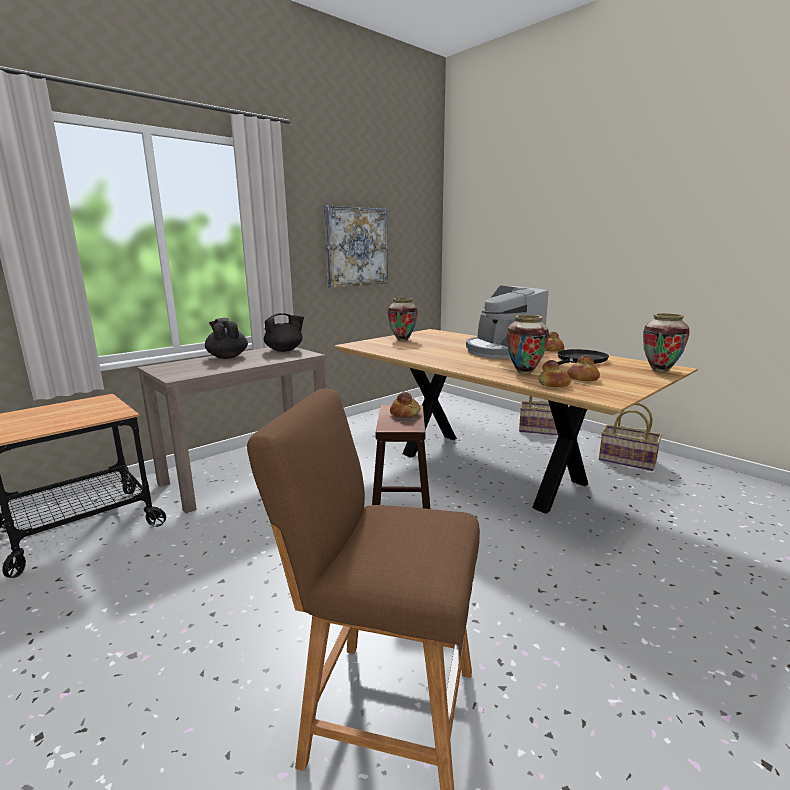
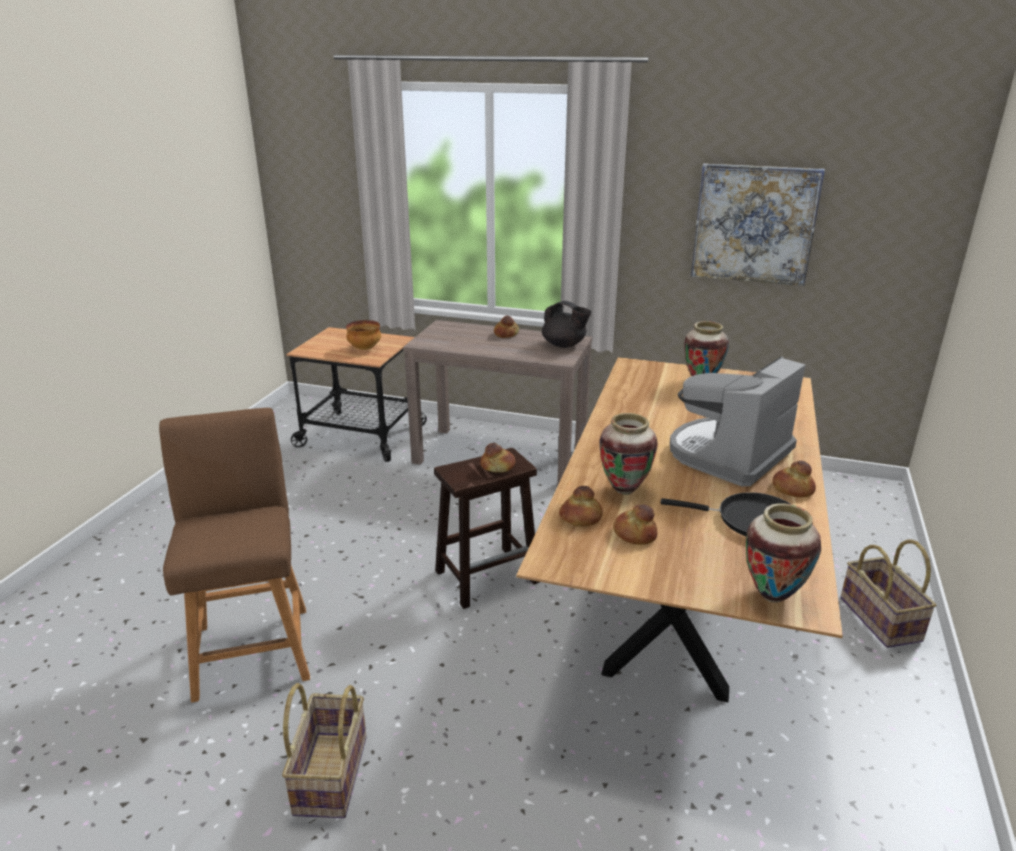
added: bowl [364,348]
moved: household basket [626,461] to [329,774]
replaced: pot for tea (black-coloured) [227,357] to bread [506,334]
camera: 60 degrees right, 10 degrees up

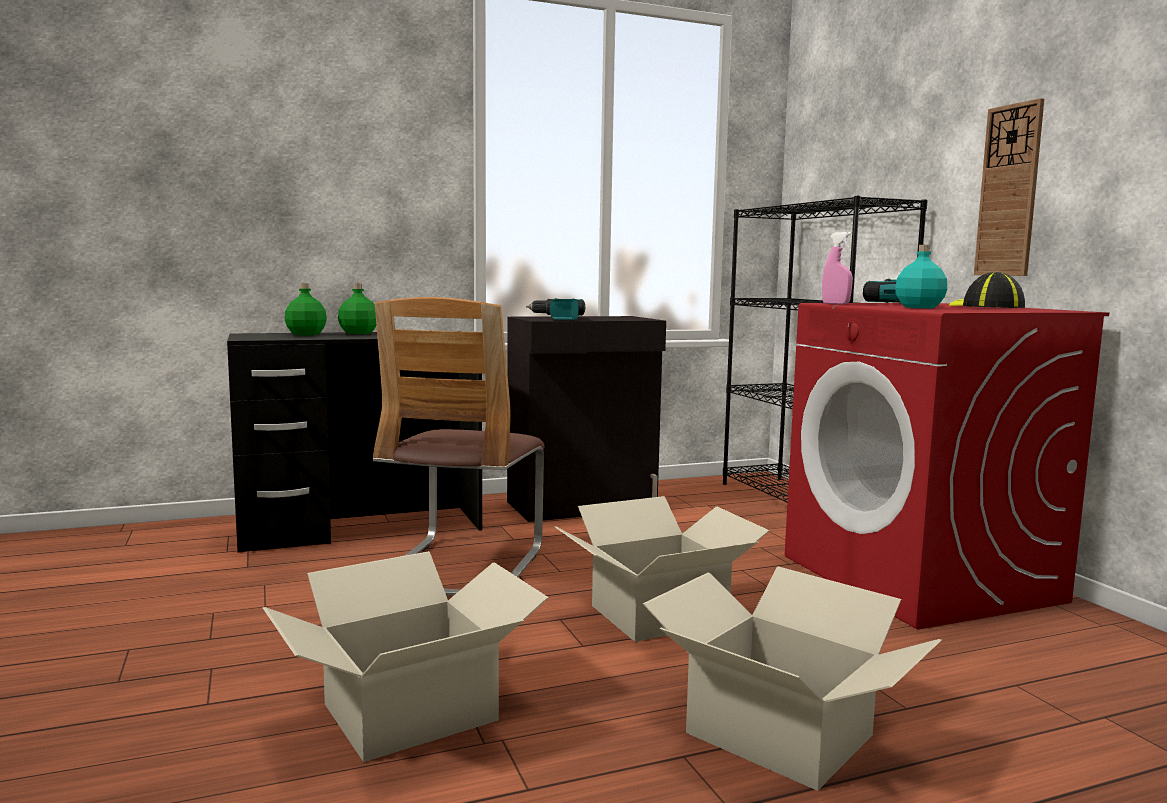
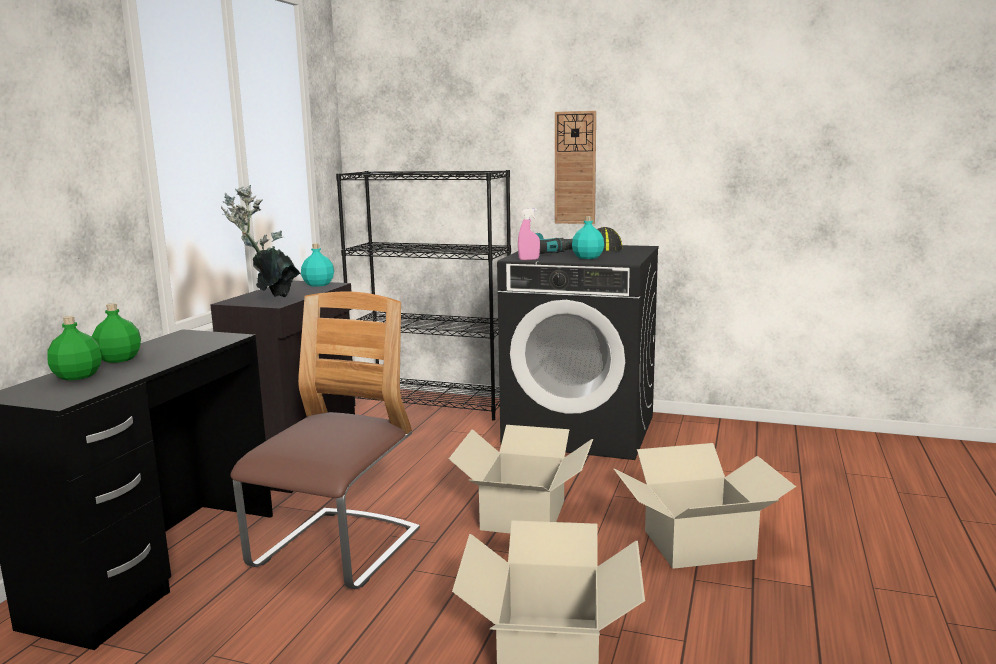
added: bottle (turquoise-coloured) [319,284]
replaced: power drill [557,318] to houseplant [269,298]
recoloured: washing machine (red-coloured) [920,579] to washing machine (black-coloured) [581,430]
turned: plain chair [462,567] = [337,551] 120 degrees counterclockwise
camera: 50 degrees left, 5 degrees up

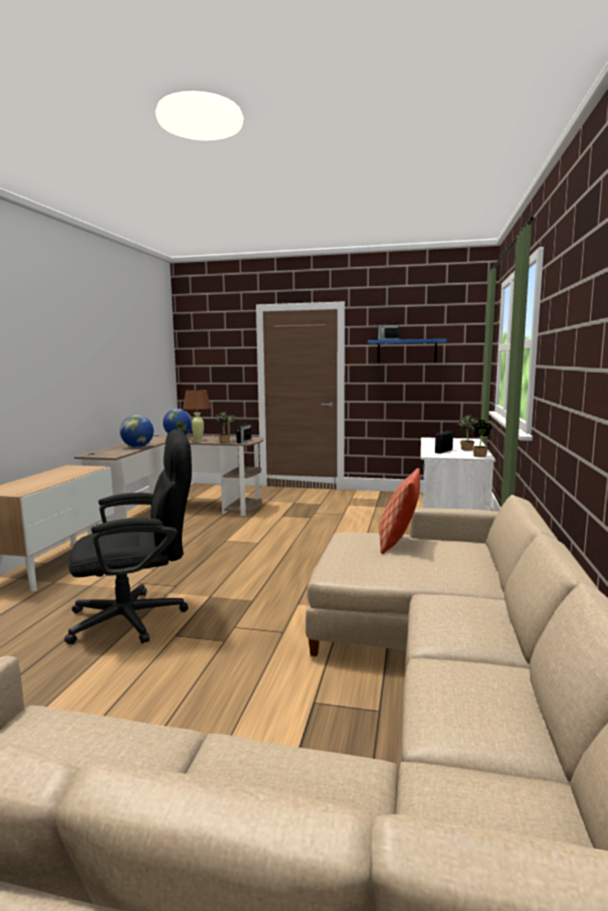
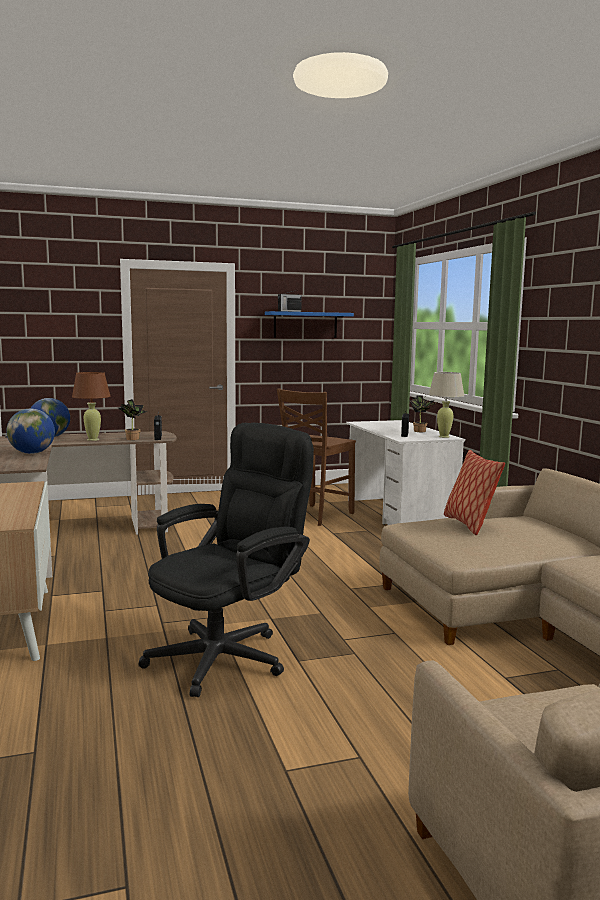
added: plain chair (brownish) [315,516]
replaced: houseplant [477,455] to tabletop lamp (beige) [444,436]
camera: 30 degrees left, 0 degrees up

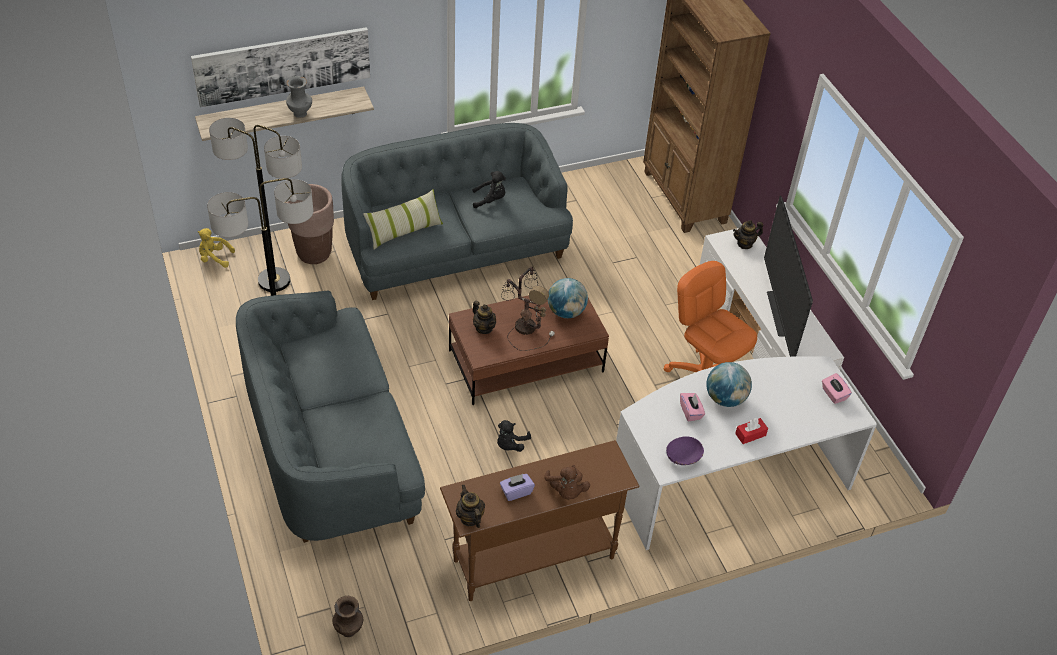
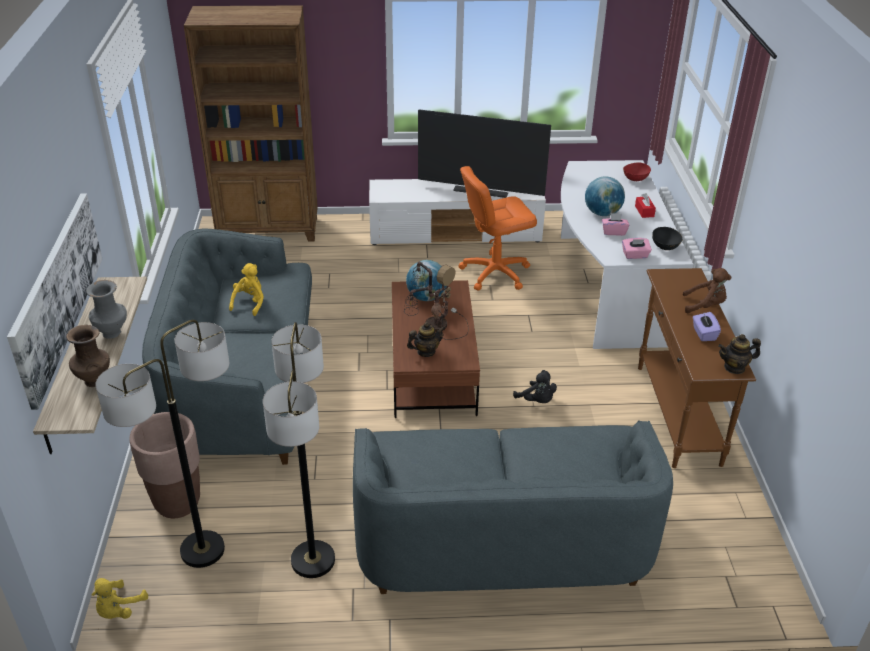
removed: pillow [404,231]; pot for tea [745,244]
added: bowl (red-coloured) [635,178]
moved: vase (brownish) [349,629] to [94,380]; box of tissues (pink) [833,394] to [635,255]
recoloured: cuddly toy (black-coloured) [490,200] to cuddly toy (yellow) [249,303]; bowl (purple) [683,458] to bowl (black-coloured) [665,246]
camera: 70 degrees left, 10 degrees down

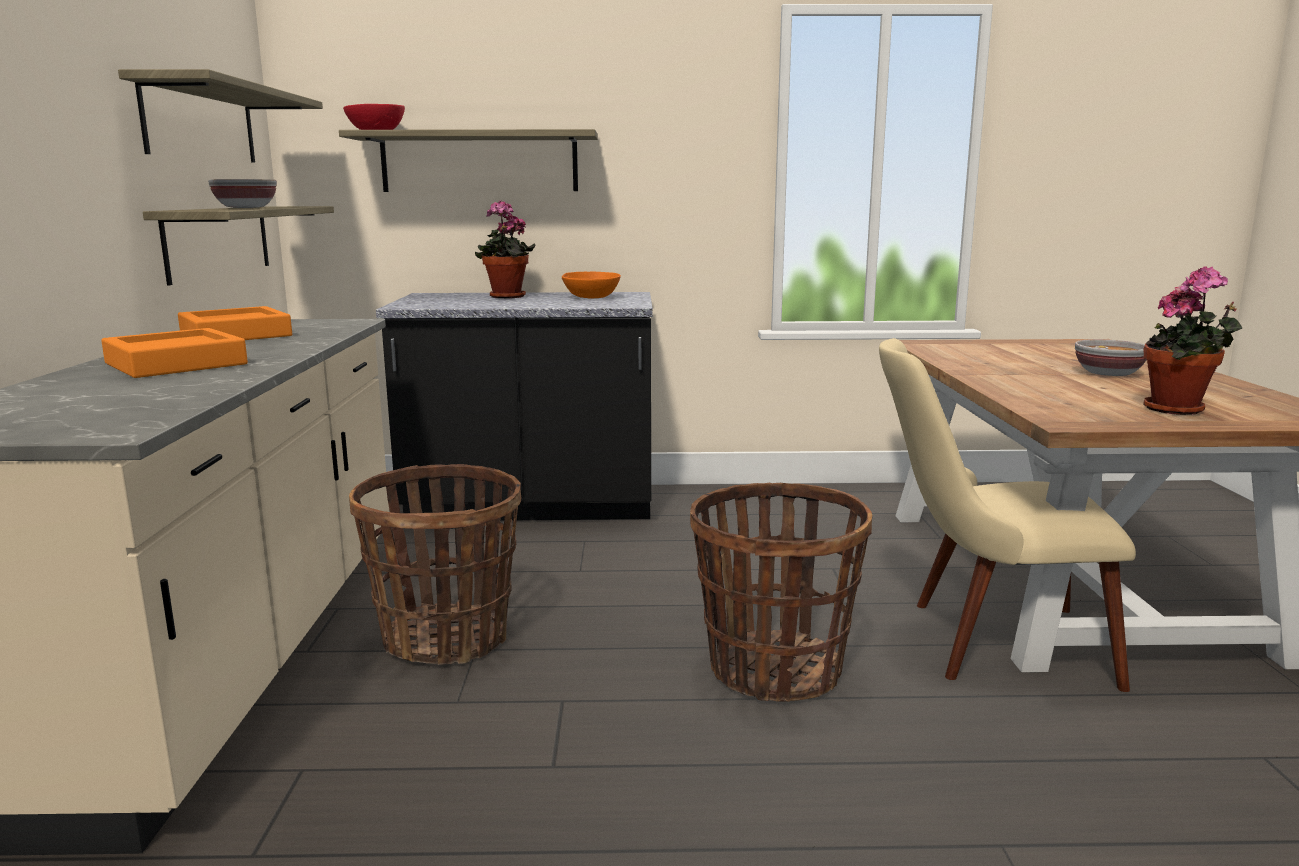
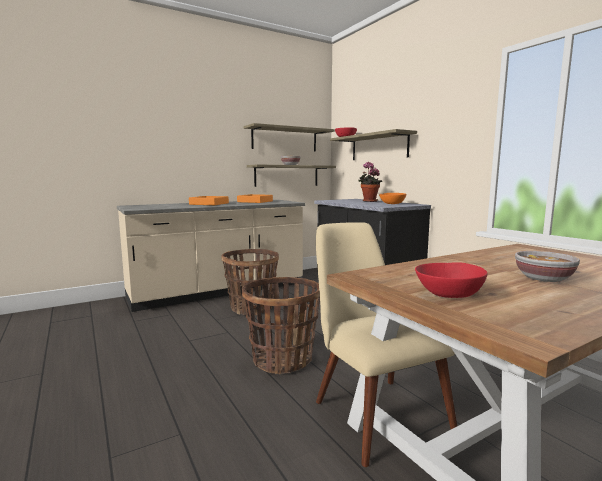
replaced: houseplant [1179,410] to bowl (red-coloured) [448,294]
camera: 60 degrees right, 5 degrees down

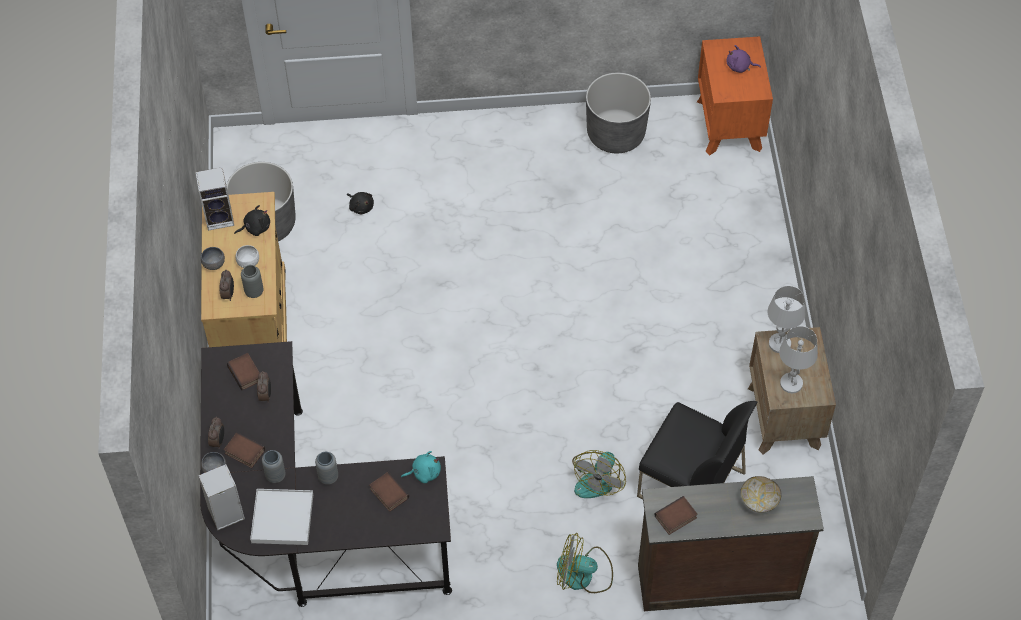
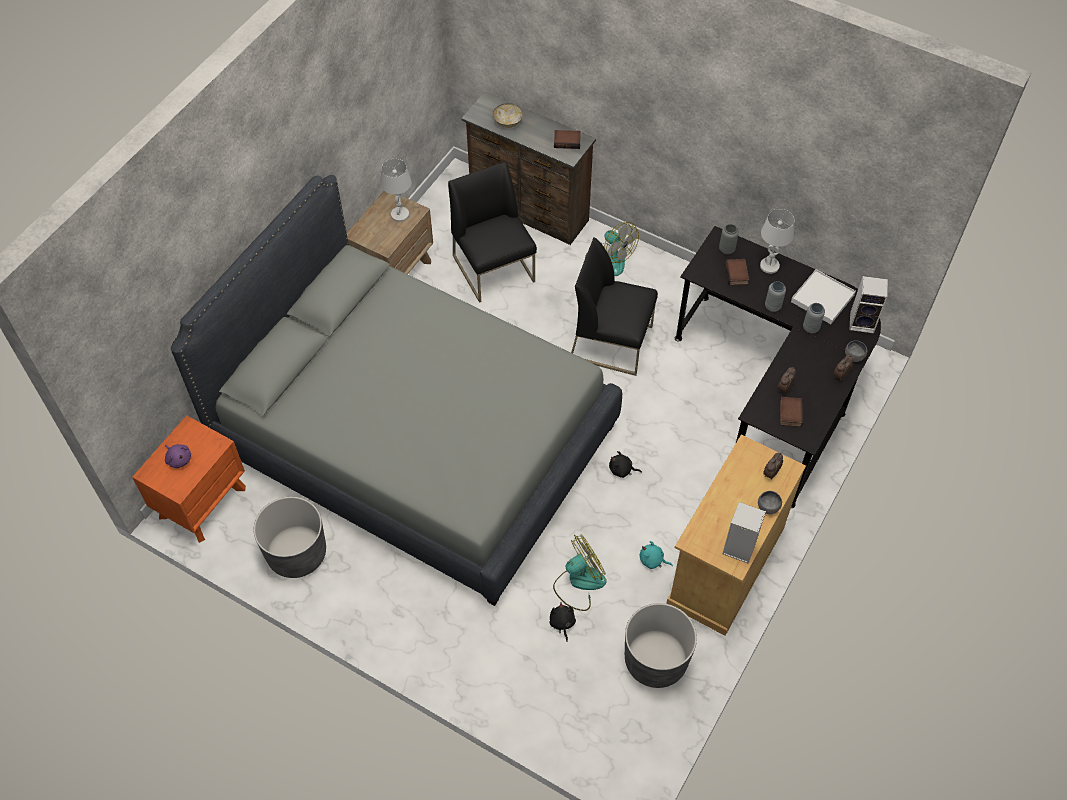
removed: bound book [243,452]; bowl (white) [248,262]
added: bed (grey) [416,439]; plain chair (black-coloured) [612,342]
moved: cuddly toy (black-coloured) [255,227] to [622,470]; vase (grey) [254,292] to [726,249]; cuddly toy (turquoise-coloured) [424,472] to [653,560]; fan [598,478] to [579,582]; tabletop lamp (white) [779,344] to [769,266]
camera: 145 degrees left, 0 degrees up

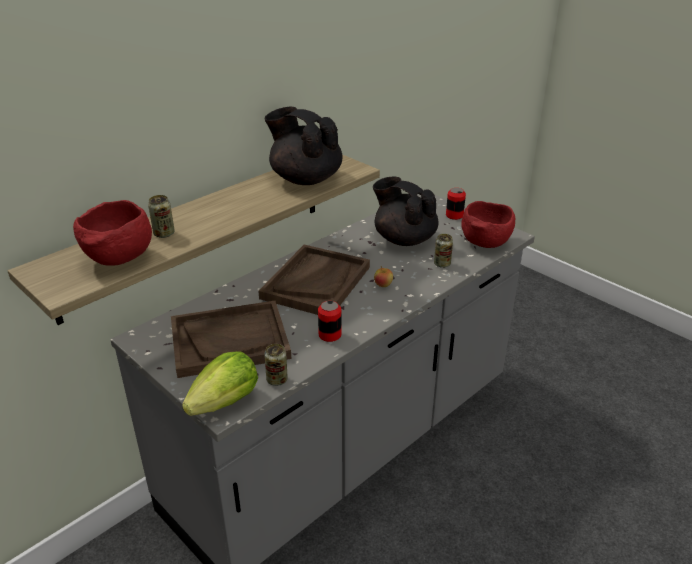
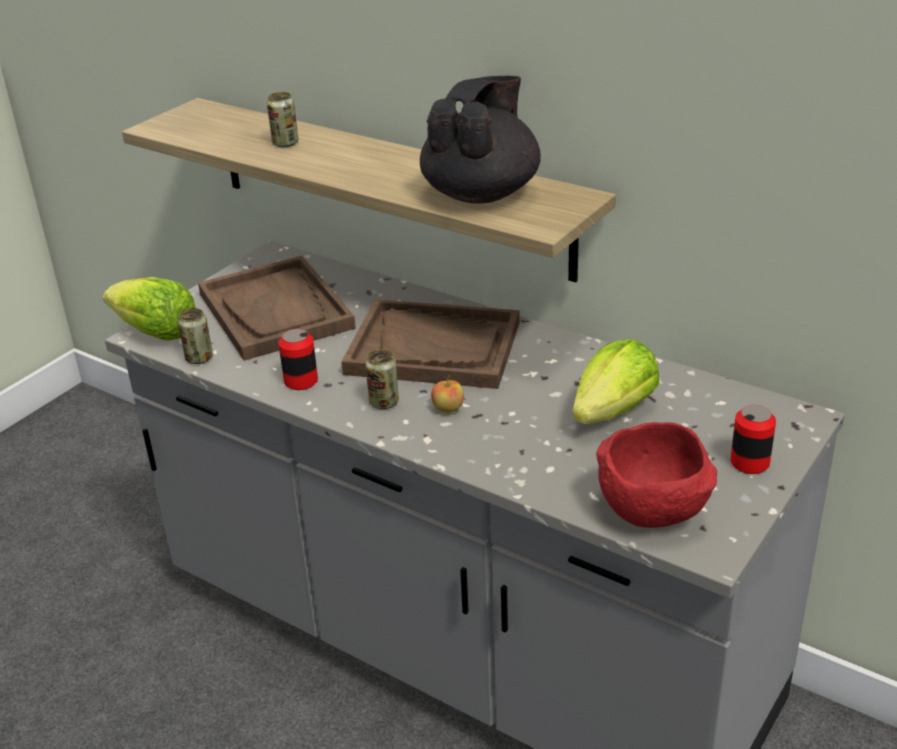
removed: bowl (red-coloured) [119,260]
moved: sealed can [442,264] to [384,402]
replaced: pot for tea (black-coloured) [404,239] to lettuce [614,412]
camera: 80 degrees right, 0 degrees up

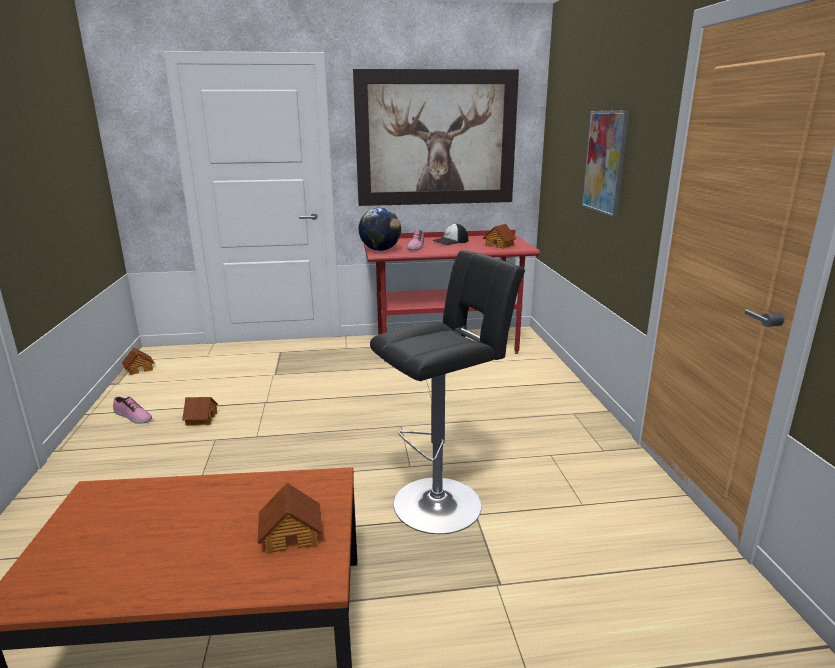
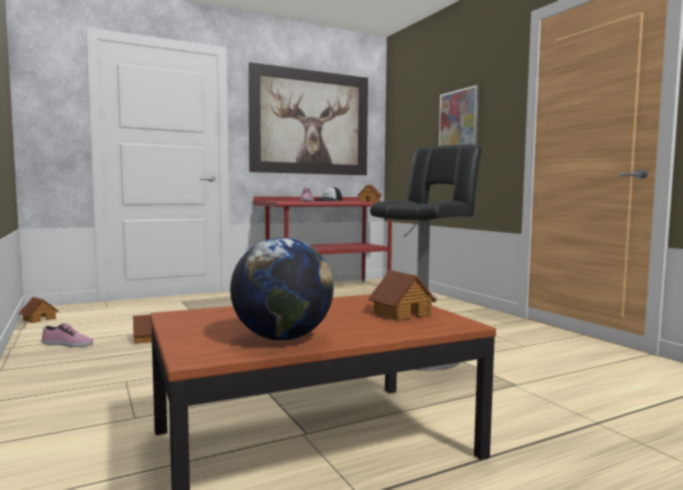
moved: globe [380,250] to [282,338]
camera: 20 degrees left, 15 degrees down

